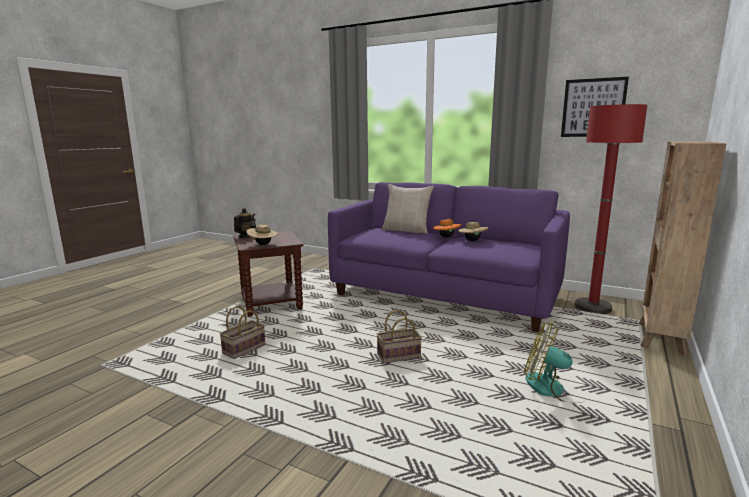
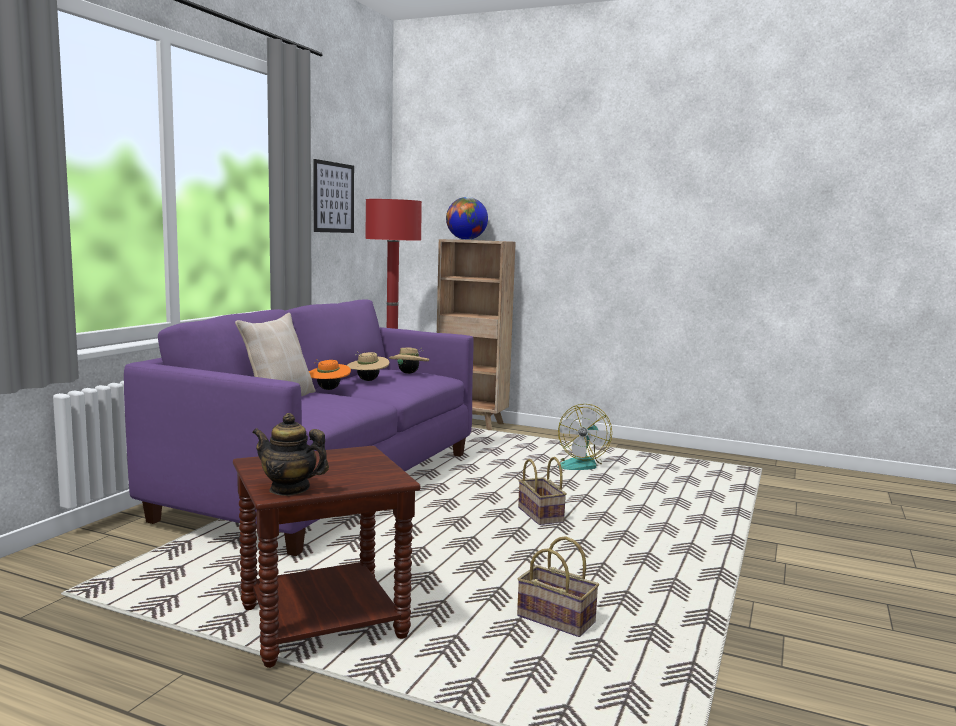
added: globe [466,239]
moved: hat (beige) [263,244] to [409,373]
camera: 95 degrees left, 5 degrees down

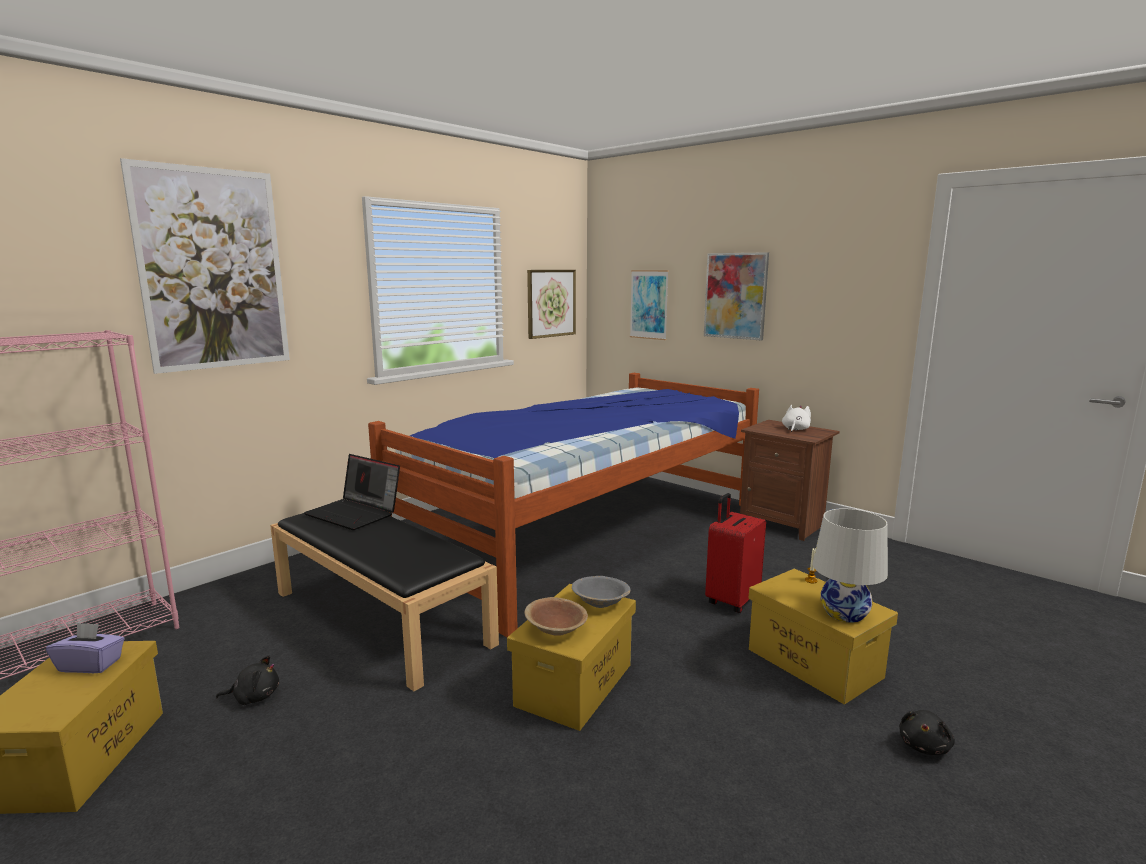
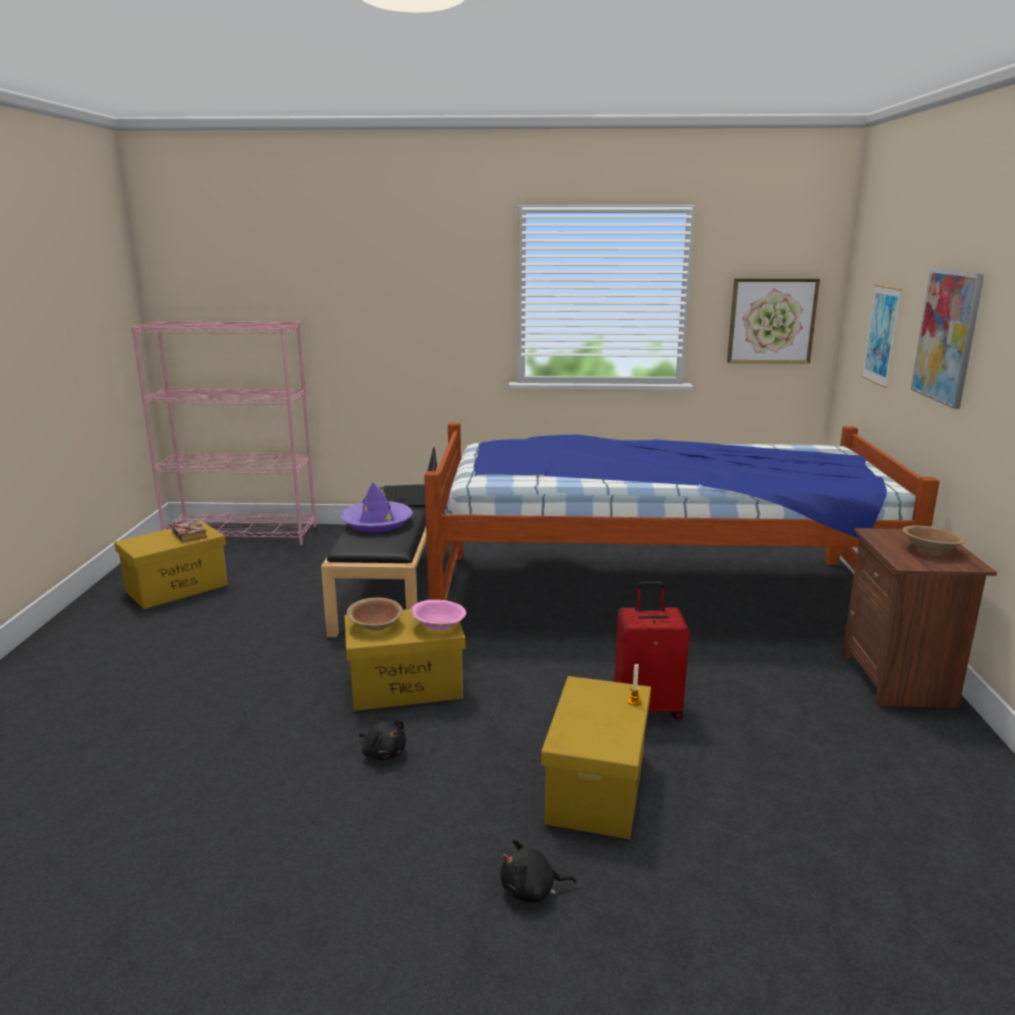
removed: wall art [213,270]; tabletop lamp (white) [844,613]
added: hat (purple) [377,523]
moved: cuddly toy (black-coloured) [254,697] to [383,752]
replaced: box of tissues (purple) [90,665] to bound book [188,535]; cuddly toy (white) [795,429] to bowl (brownish) [930,550]
recoloured: bowl (grey) [600,603] to bowl (pink) [438,626]
camera: 50 degrees right, 5 degrees up

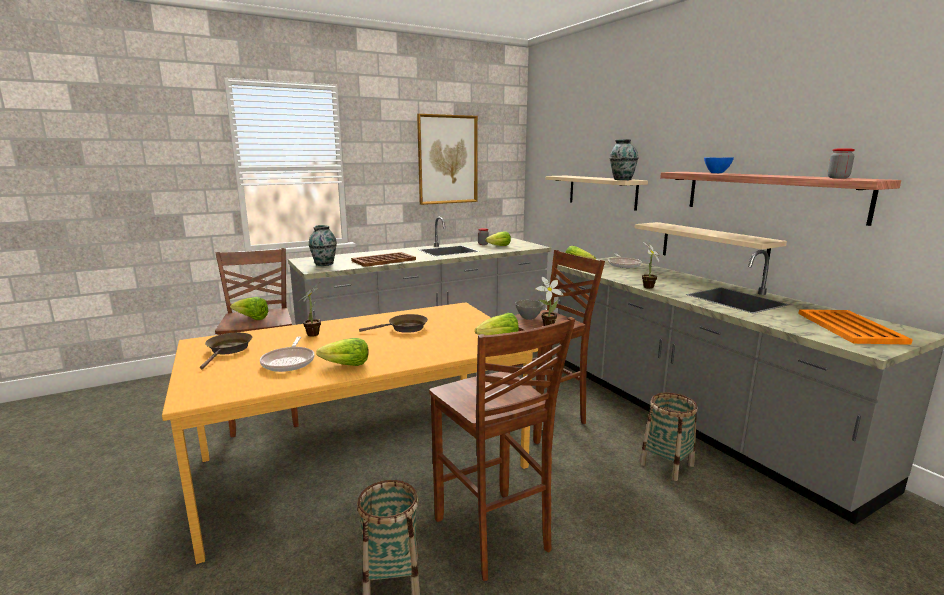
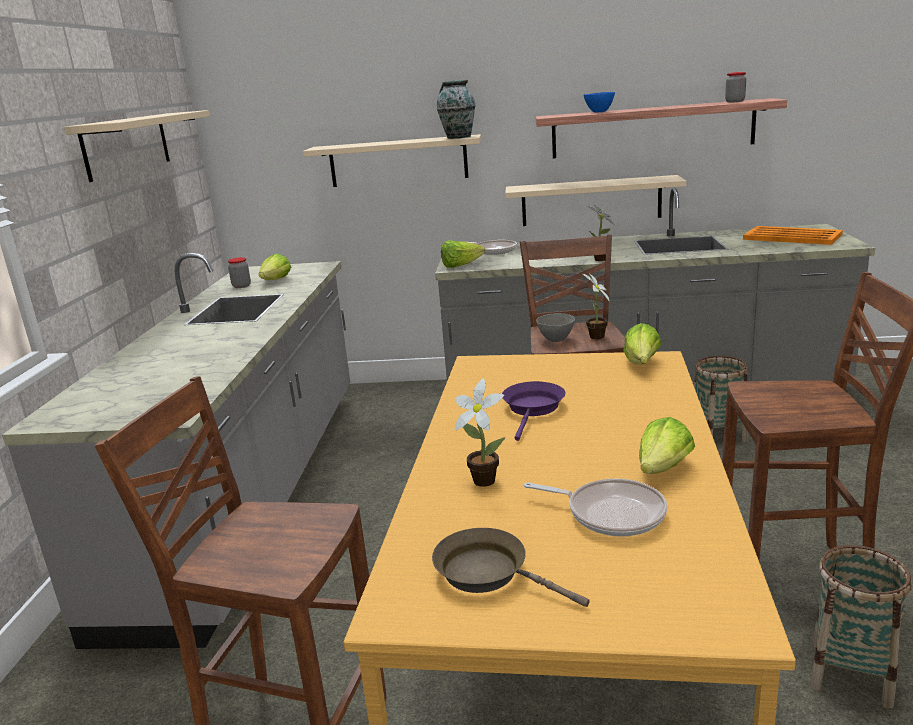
removed: lettuce [252,319]; vase [324,264]; serving tray (brownish) [384,260]
replaced: wall art [447,159] to wall shelf (beige) [127,145]
recoloured: skillet (brownish) [404,328] to skillet (purple) [533,409]
camera: 55 degrees left, 5 degrees up

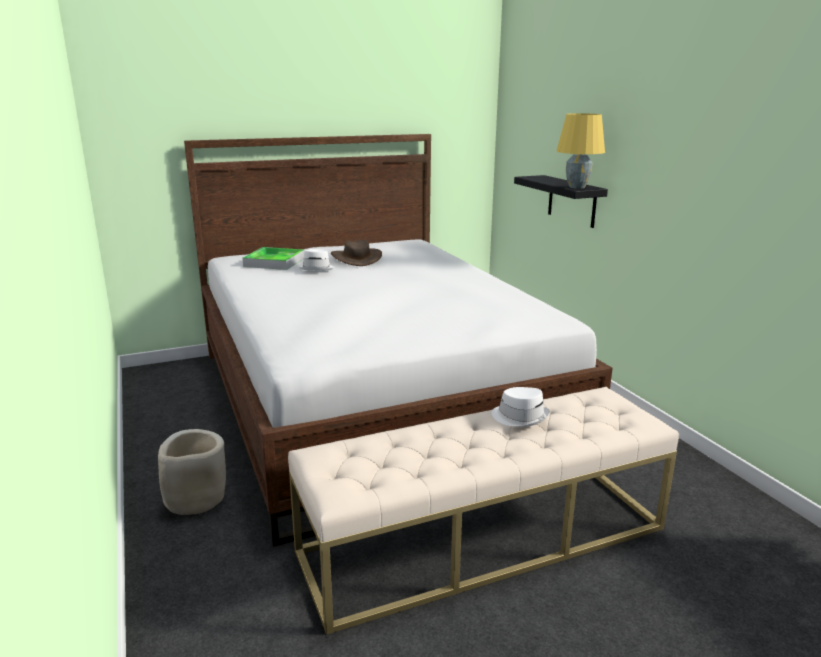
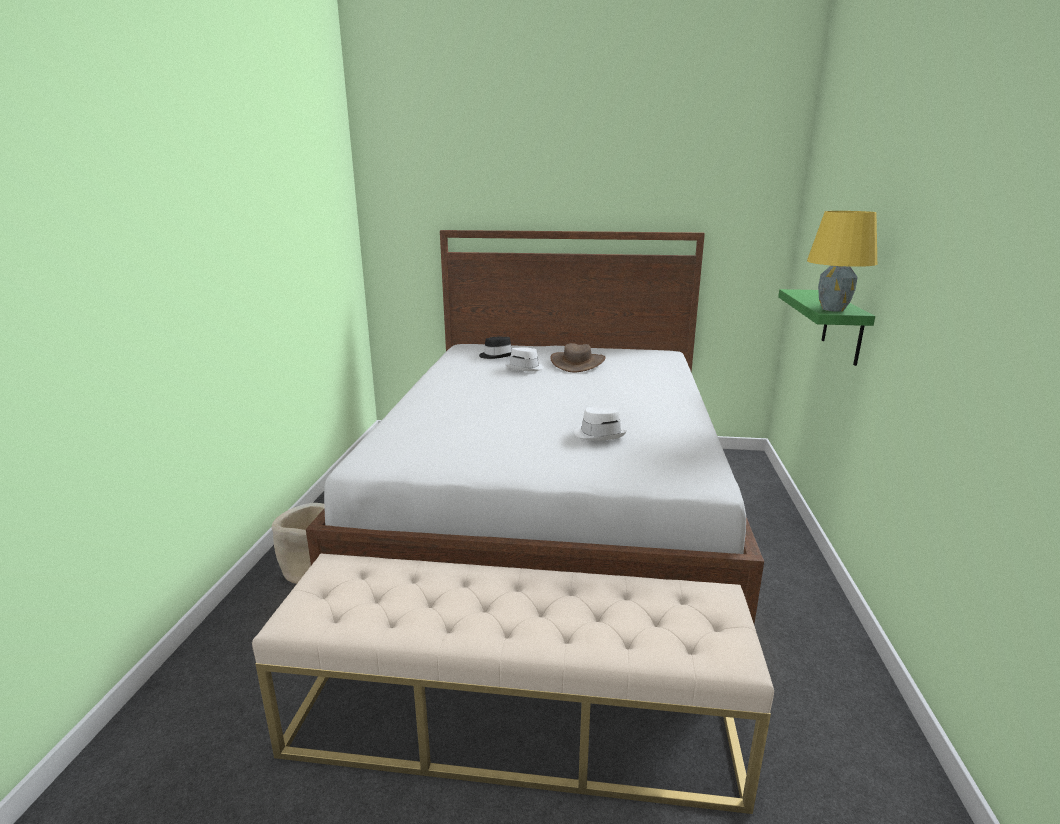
moved: hat (white) [520,416] to [599,434]
replaced: serving tray [274,262] to hat (black-coloured) [497,356]
recoloured: wall shelf (black-coloured) [572,201] to wall shelf (green-coloured) [843,327]
camera: 30 degrees right, 0 degrees up

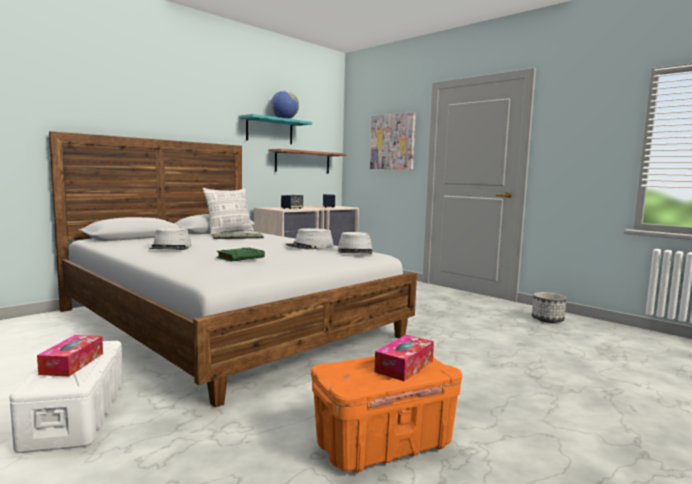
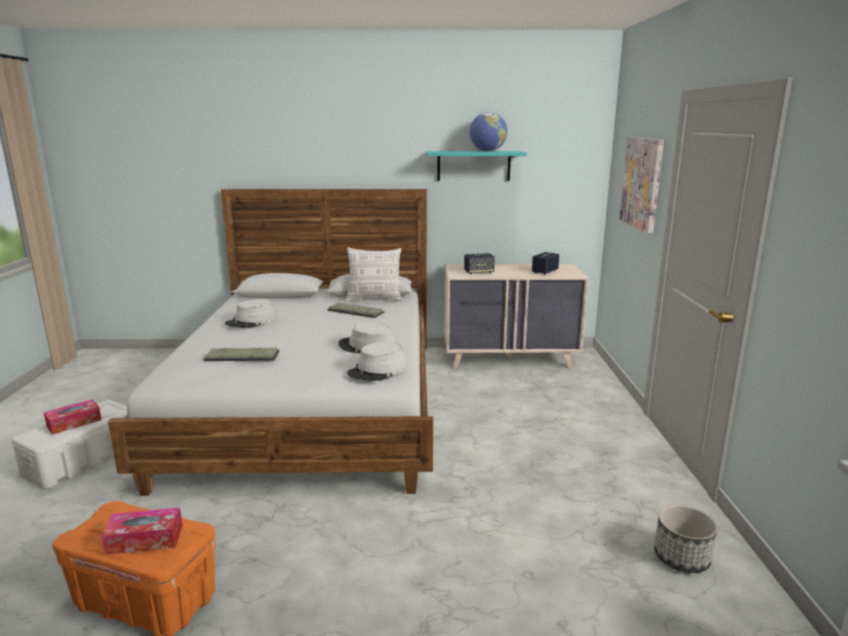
removed: wall shelf [303,162]
replaced: bound book (green-coloured) [241,257] to keyboard [243,355]
camera: 45 degrees right, 10 degrees up

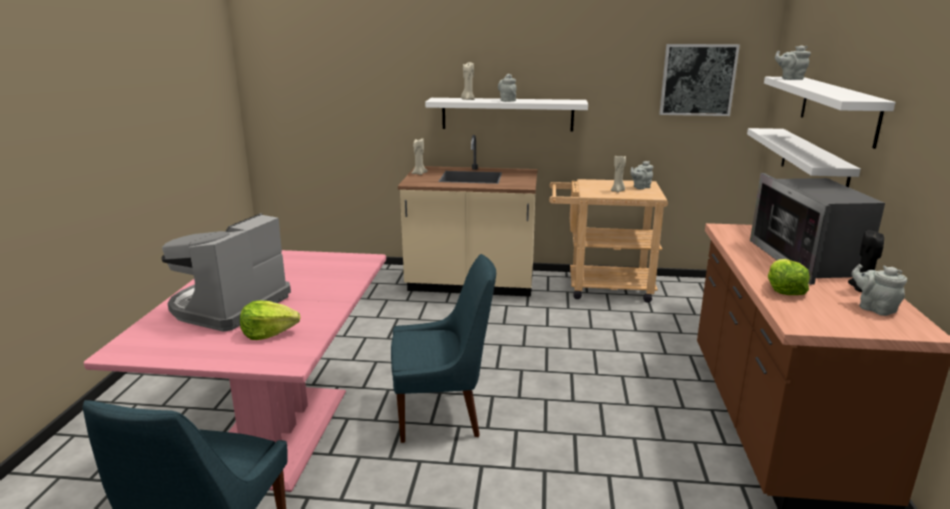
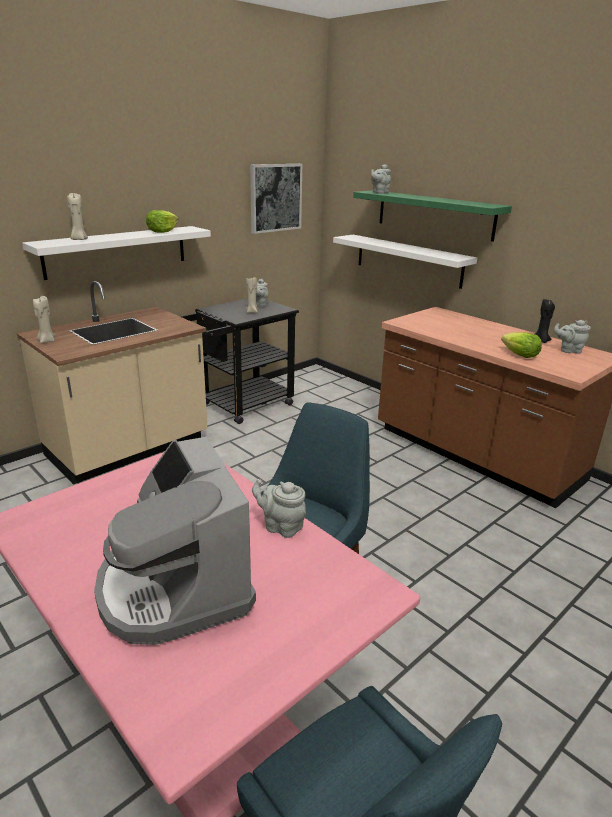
removed: microwave oven [807,260]
moved: lettuce [268,333] to [162,231]; pot for tea (grey) [507,100] to [281,526]
recoloured: wheeled cart (beige) [601,287] to wheeled cart (black-coloured) [241,406]; wall shelf (white) [838,109] to wall shelf (green-coloured) [434,214]
camera: 50 degrees left, 5 degrees up

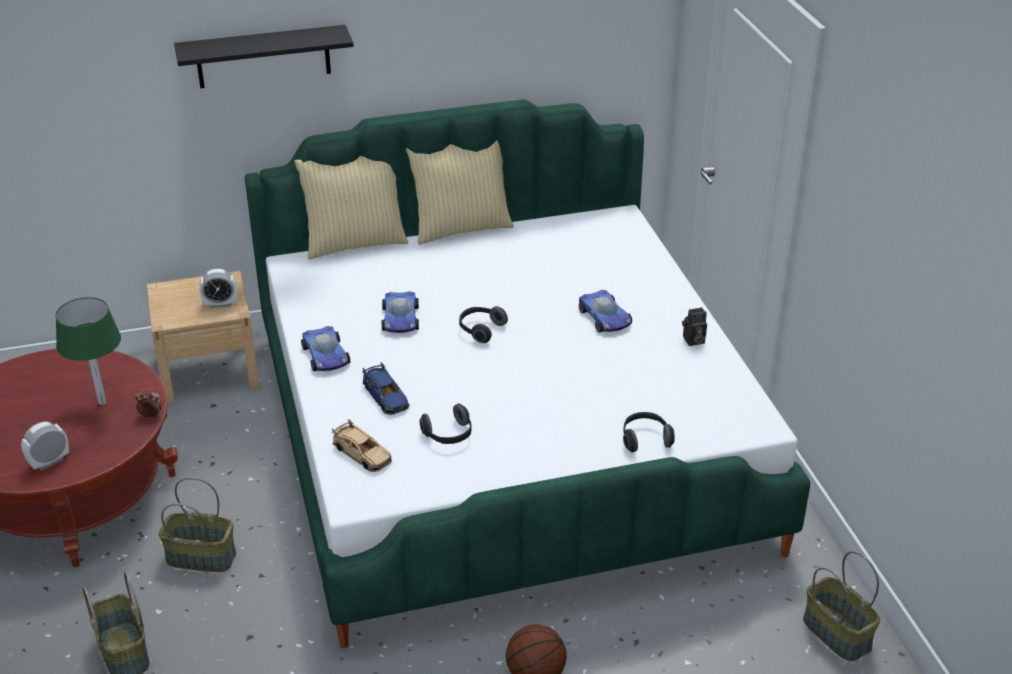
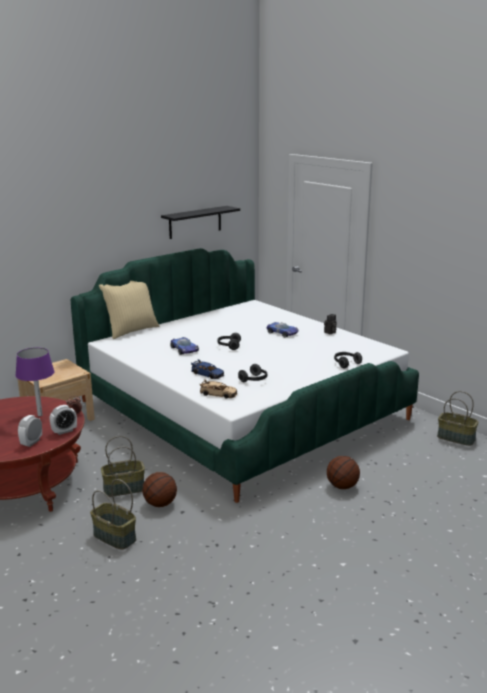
removed: miniature car [326,356]; pillow (beige) [461,228]
added: basketball [160,504]
moved: wall shelf (black-coloured) [263,57] to [195,222]; bedside clock [220,304] to [64,431]
recoloured: tabletop lamp (green-coloured) [102,402] to tabletop lamp (purple) [40,415]
camera: 25 degrees left, 15 degrees down

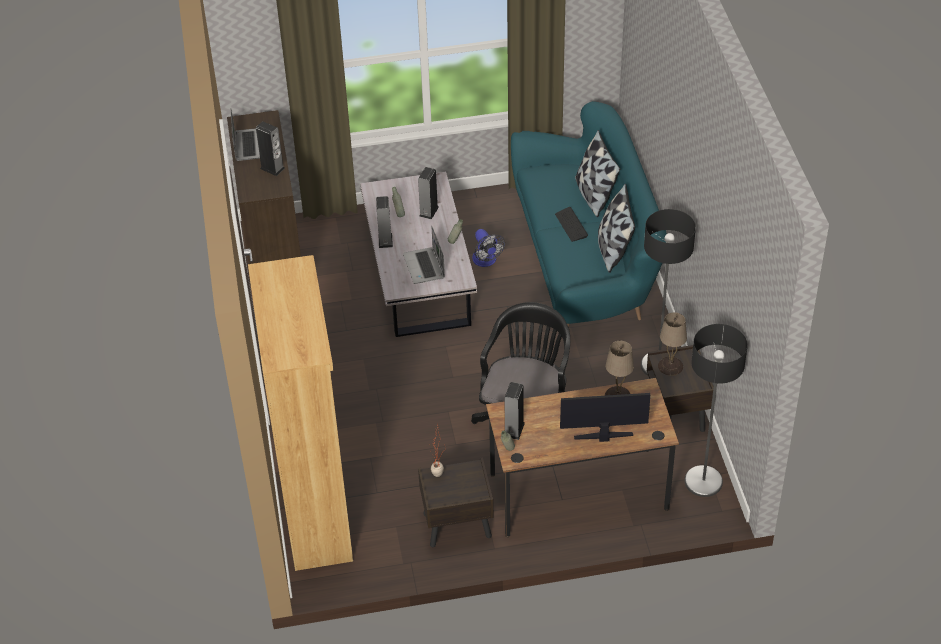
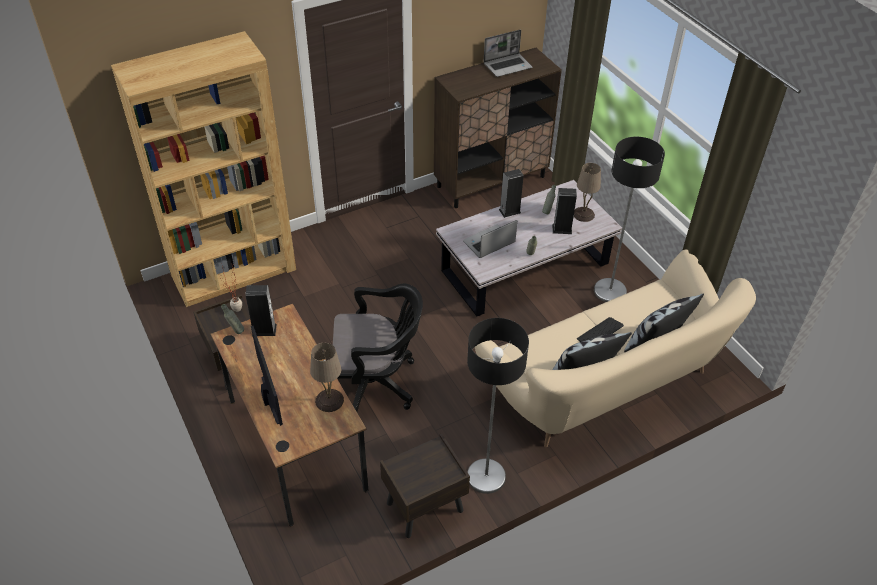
removed: speaker [272,168]; fan [486,261]
moved: tabletop lamp (beige) [670,366] to [583,214]; floor lamp [703,481] to [610,291]
recoloured: settee (turquoise-coloured) [586,261] to settee (beige) [606,383]
camera: 70 degrees right, 0 degrees up

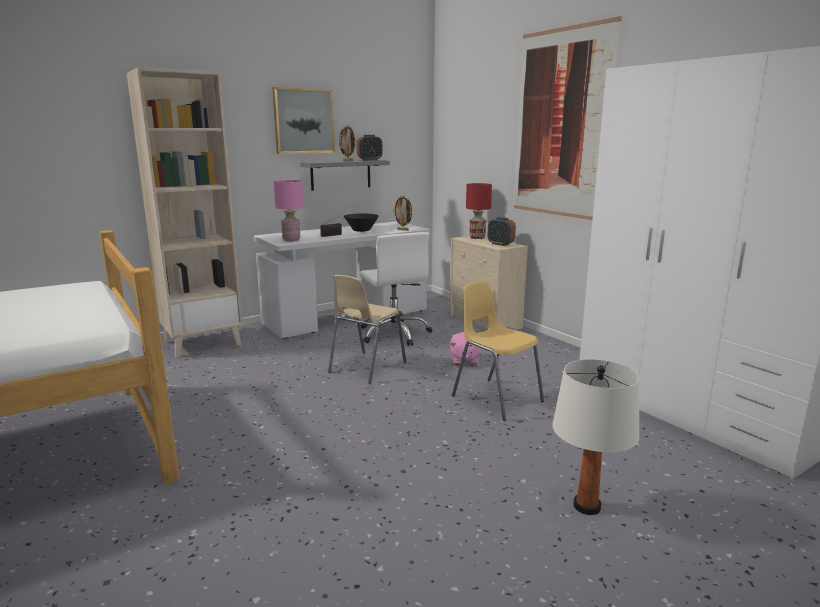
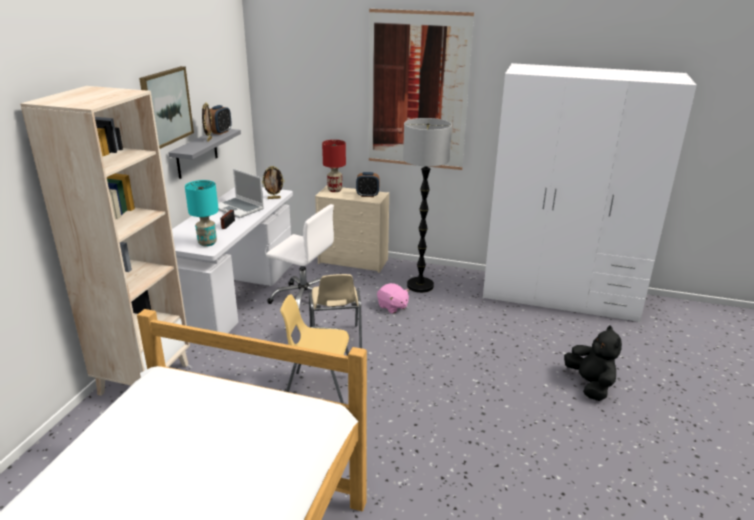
added: floor lamp [420,286]
moved: plain chair (yellow) [496,398] to [319,390]
replaced: bowl (black-coloured) [361,230] to notebook computer [239,209]; tabletop lamp (white) [587,506] to cuddly toy (black-coloured) [590,385]
recoloured: tabletop lamp (pink) [291,240] to tabletop lamp (turquoise-coloured) [207,243]
camera: 40 degrees left, 10 degrees up

